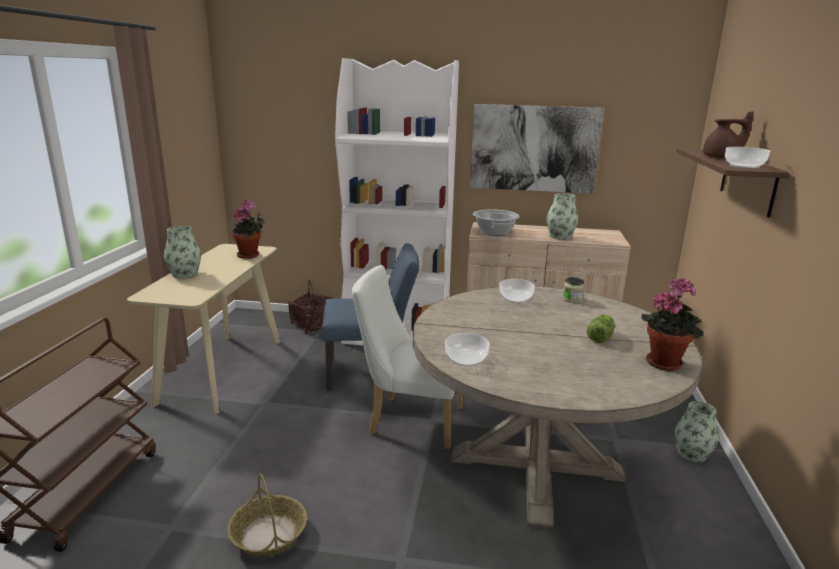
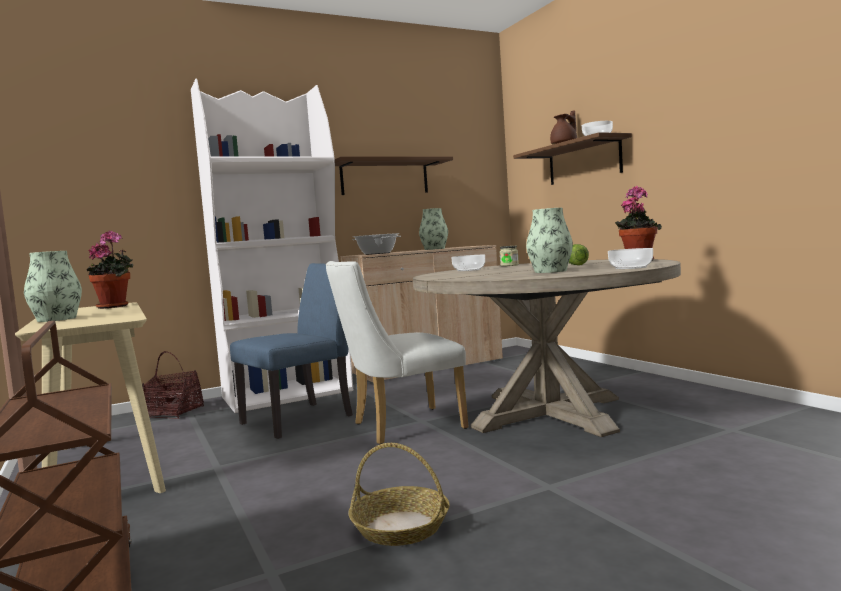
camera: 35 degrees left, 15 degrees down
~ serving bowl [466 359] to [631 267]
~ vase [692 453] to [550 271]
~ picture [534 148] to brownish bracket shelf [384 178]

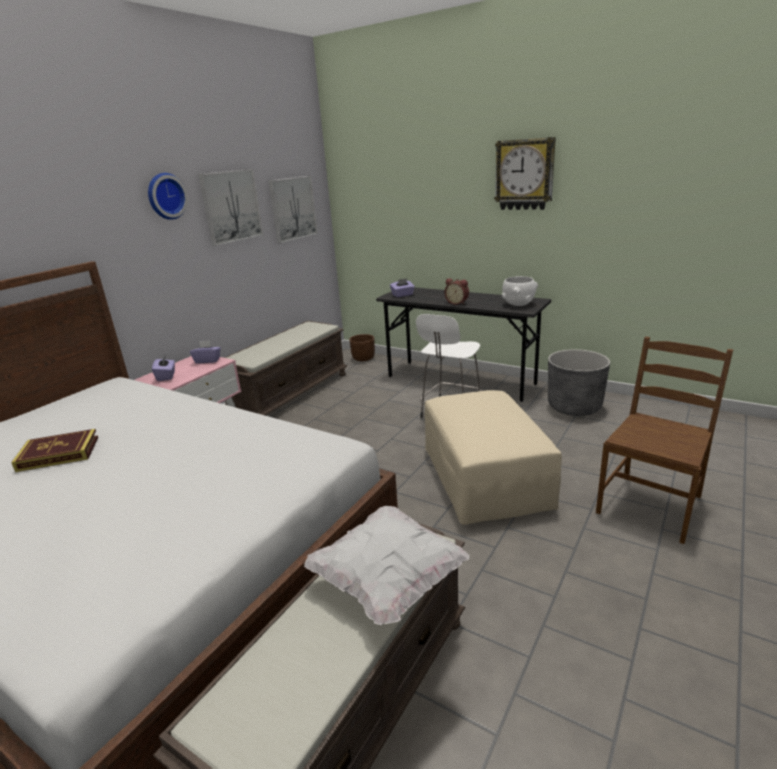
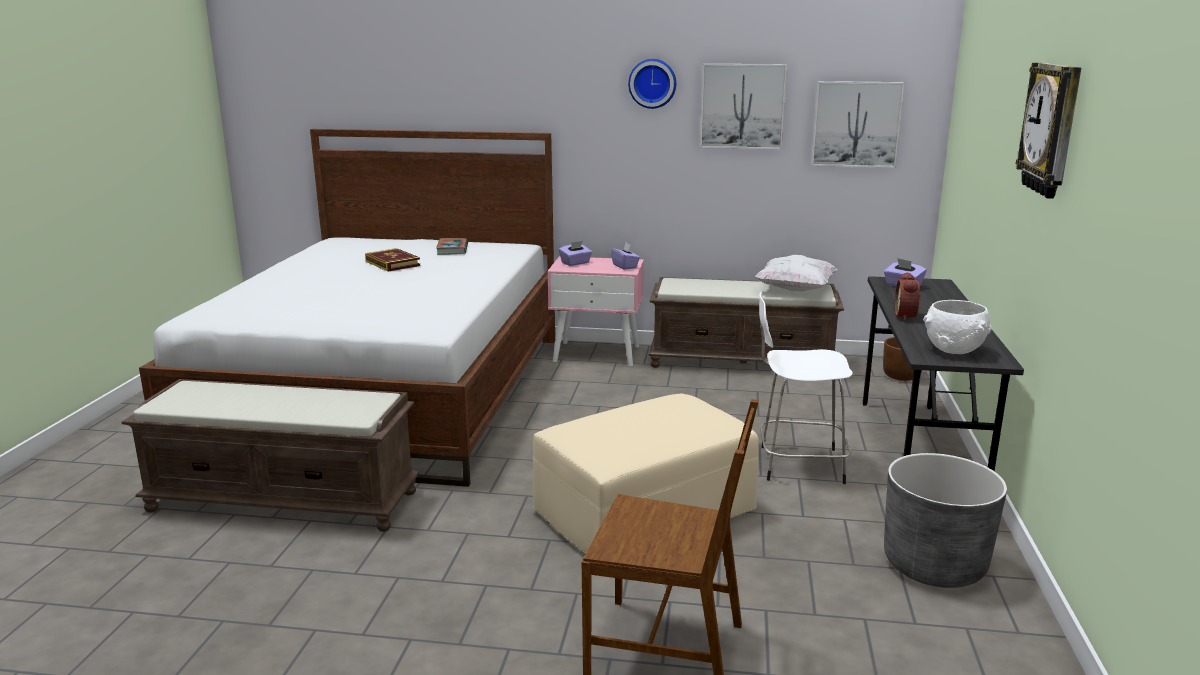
camera: 65 degrees right, 5 degrees down
+ volume [452 249]
~ white pillow [388 582] to [795 290]

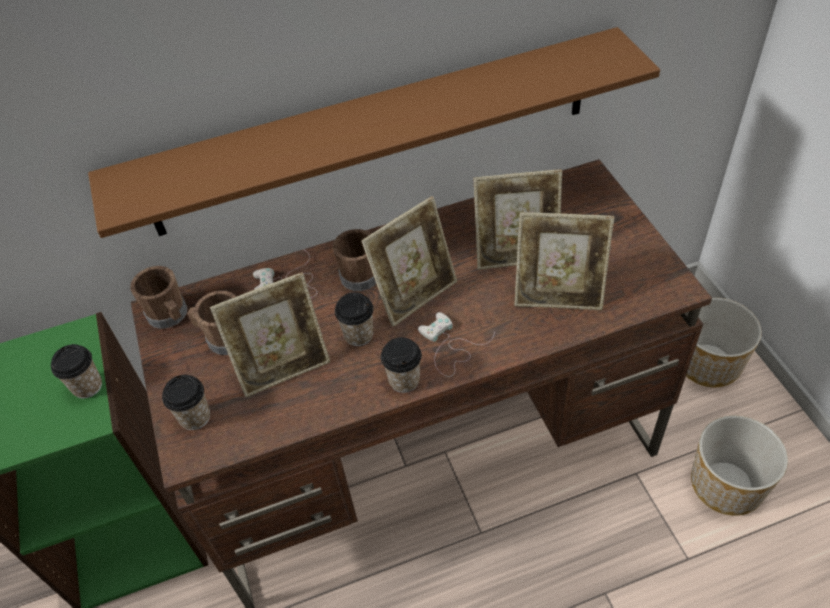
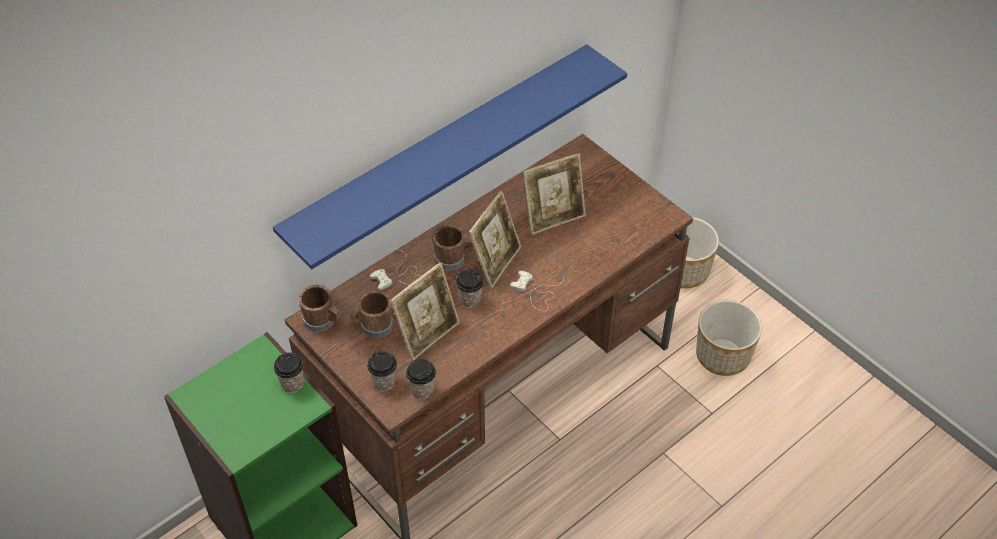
camera: 25 degrees left, 0 degrees up
- standing frame [558 295]
~ small cup [404 380] to [422 390]
~ brownish bracket shelf [373 134] to blue bracket shelf [441 154]

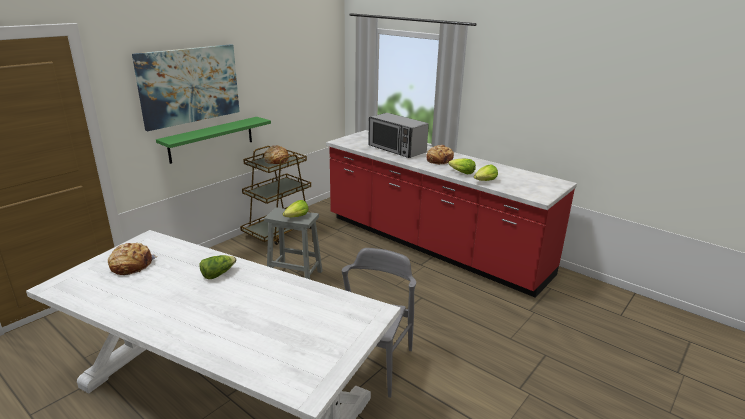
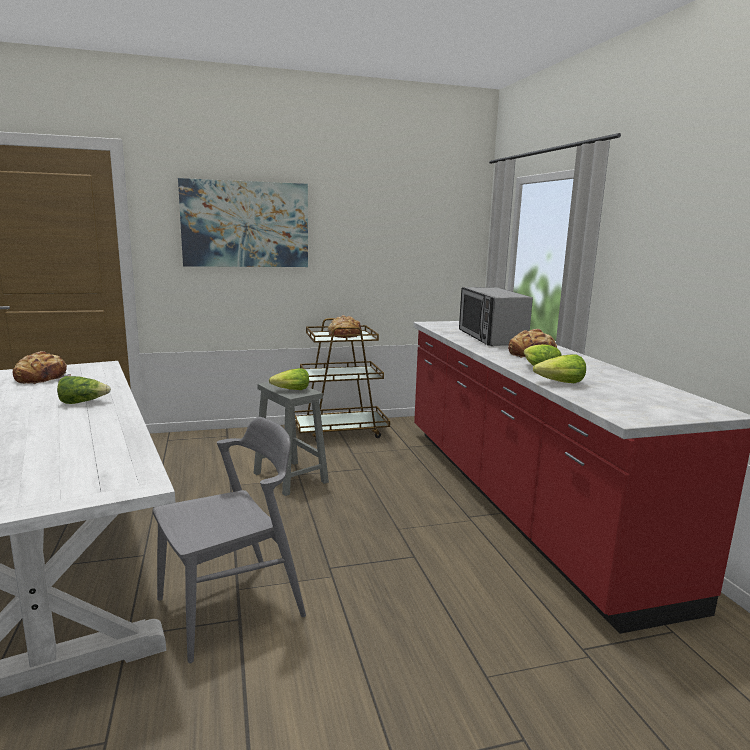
camera: 35 degrees right, 10 degrees down
- green-coloured bracket shelf [211 139]

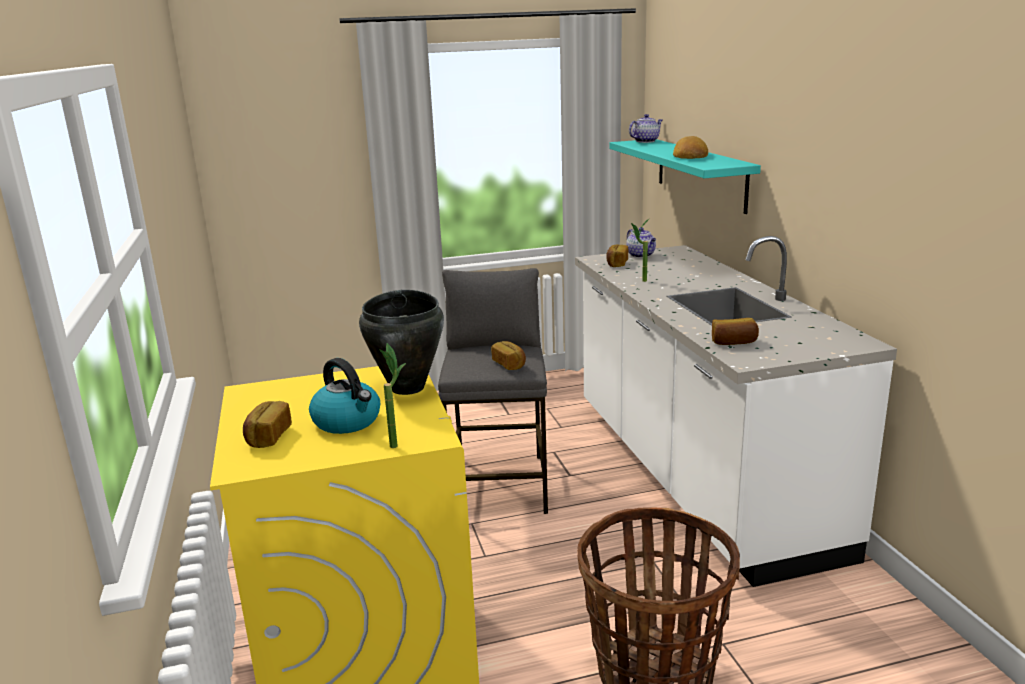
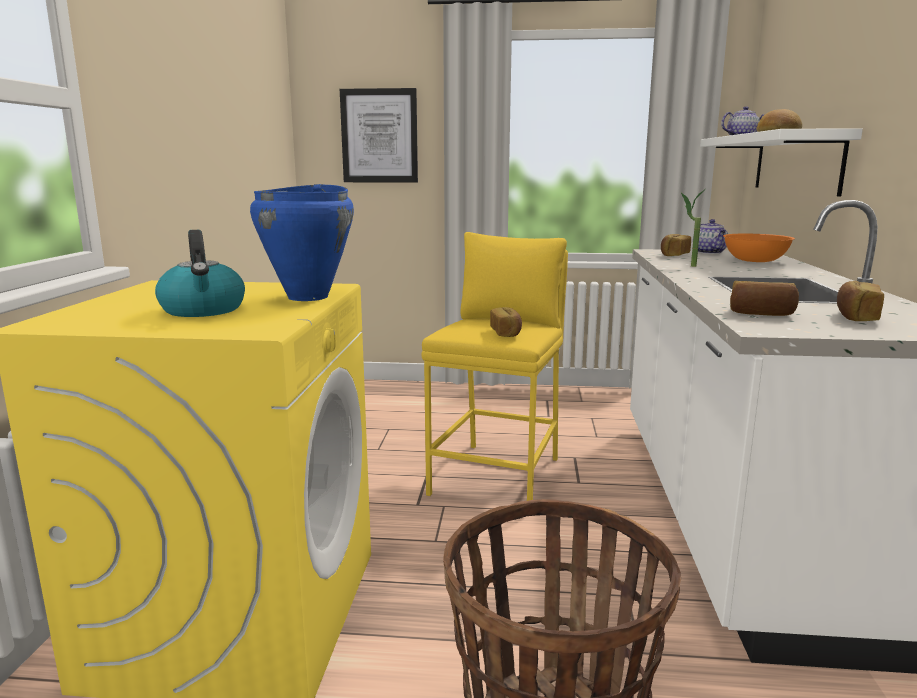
camera: 20 degrees right, 5 degrees down
- plant in a pot [396 442]
+ picture [379 136]
+ orangey serving bowl [754 261]
~ bread [267 437] to [855 317]
~ black saucepot [408 387] to blue saucepot [309 297]
~ gray stool seat [500 484] to yellow-coloured stool seat [498 476]
~ turquoise-coloured bracket shelf [700 173] to white bracket shelf [796 163]

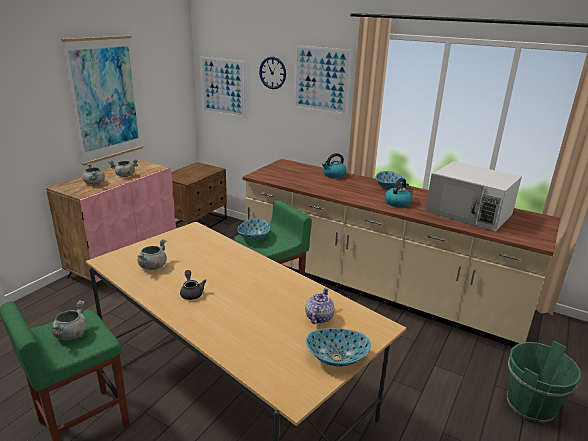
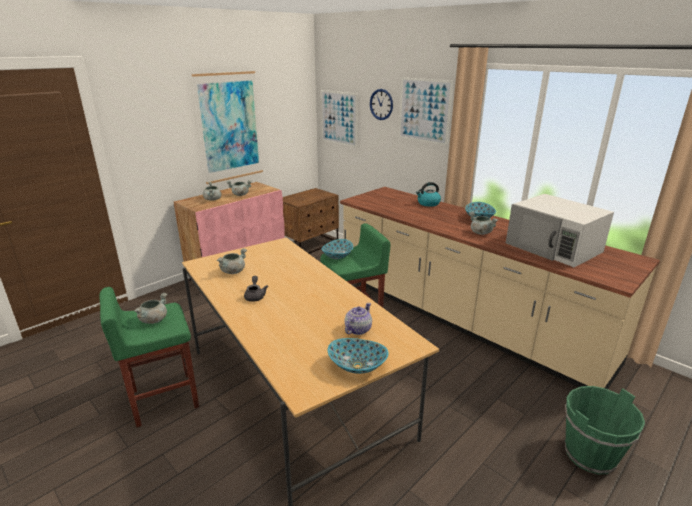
camera: 15 degrees right, 0 degrees up
~ kettle [397 202] to gray saucepot [480 233]

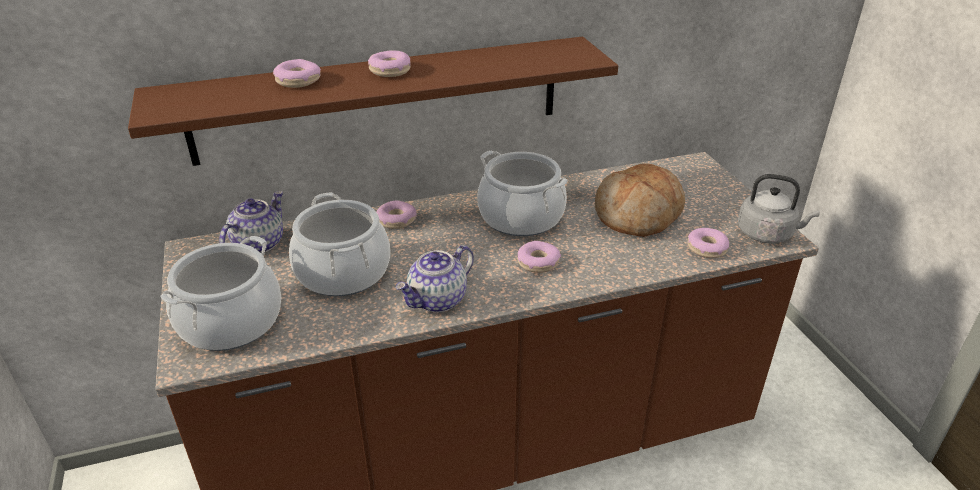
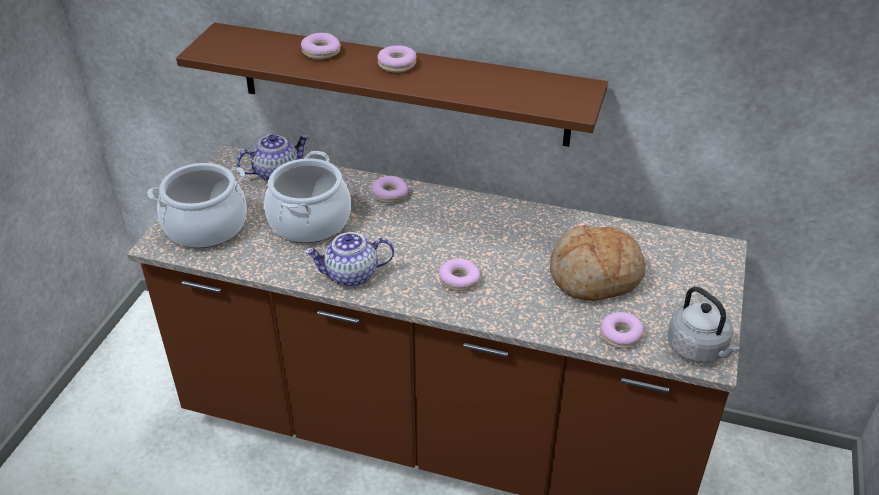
camera: 35 degrees right, 5 degrees up
- saucepot [521 217]

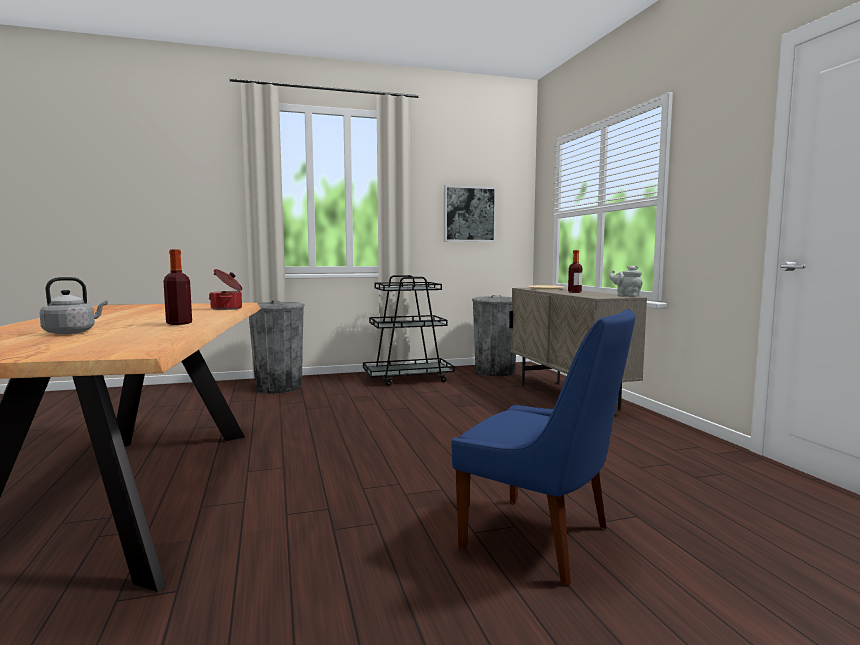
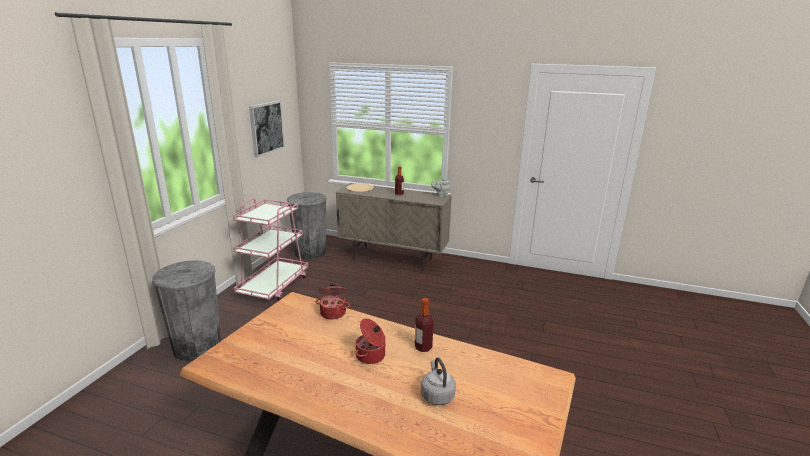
camera: 55 degrees left, 15 degrees up
- blue upright chair [542 539]
+ saucepot [371 356]
~ black wheeled cart [408 379] to pink wheeled cart [274 285]

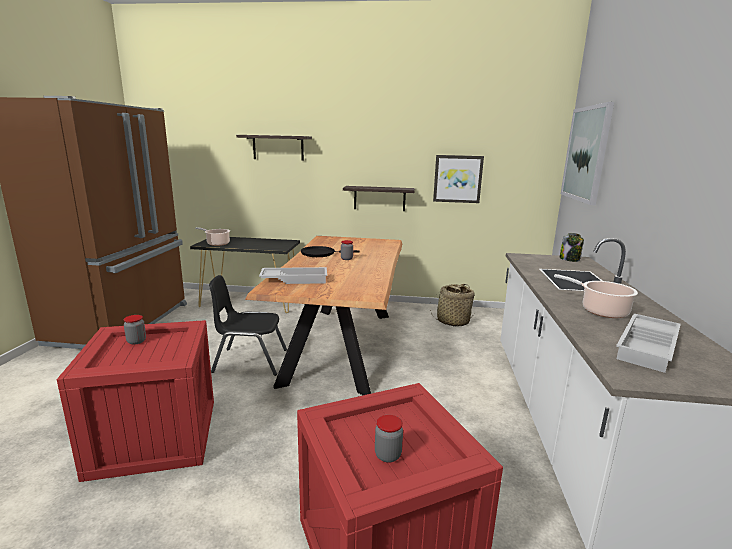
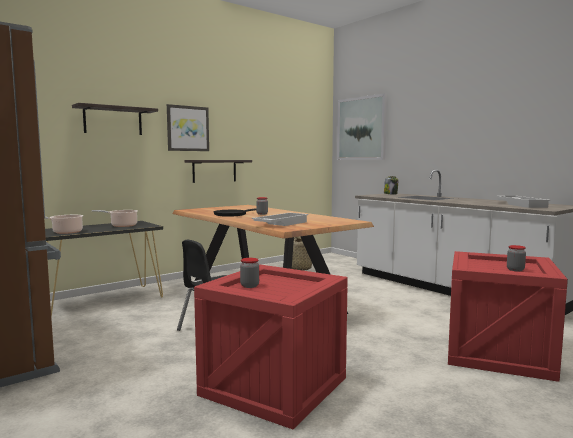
camera: 45 degrees left, 10 degrees down
~ picture [457 179] to [187 128]
~ saucepot [601 311] to [122 225]

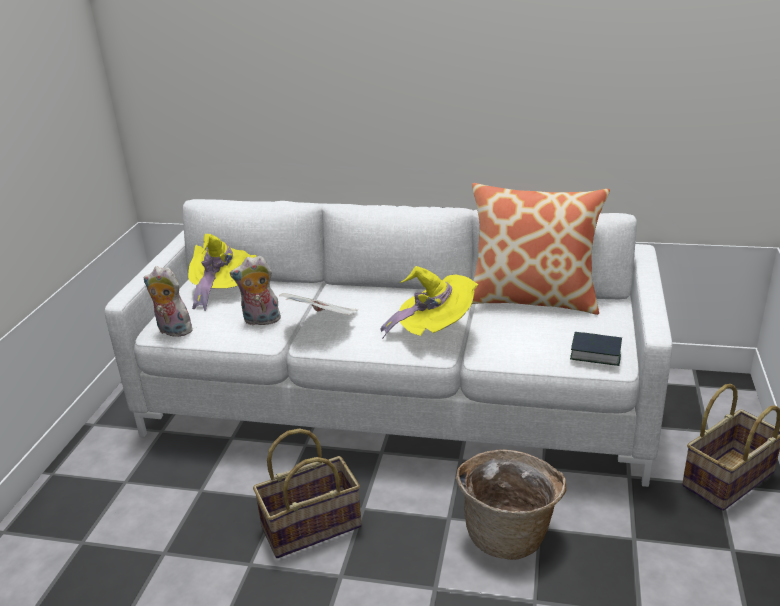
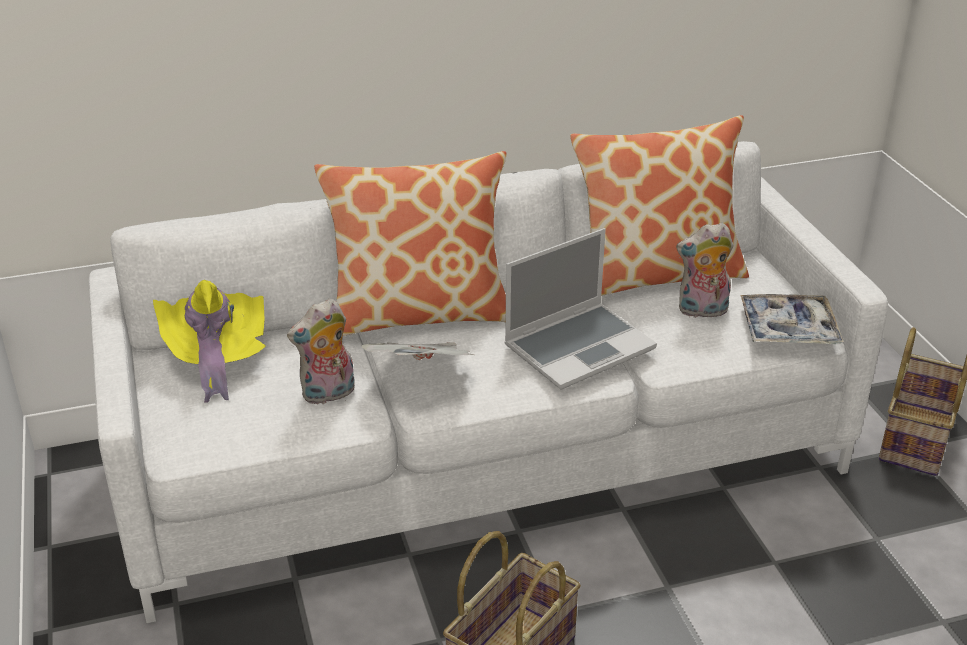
camera: 30 degrees left, 5 degrees up
- basket [509 533]
+ pillow [419 313]
~ cuddly toy [172 331] to [702 311]
~ yellow-coloured wearable hat [435 330] to portable computer [579 346]
~ volume [595 353] to carrying tray [788 329]

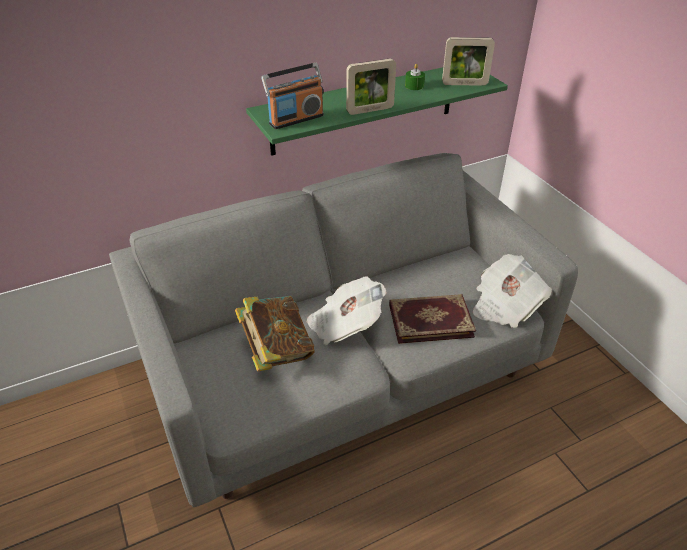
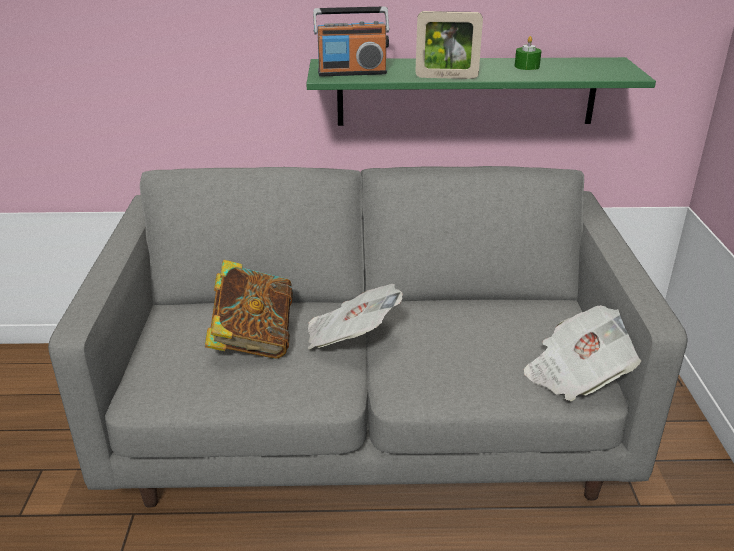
camera: 25 degrees right, 10 degrees down
- volume [430 320]
- standing frame [464 84]

